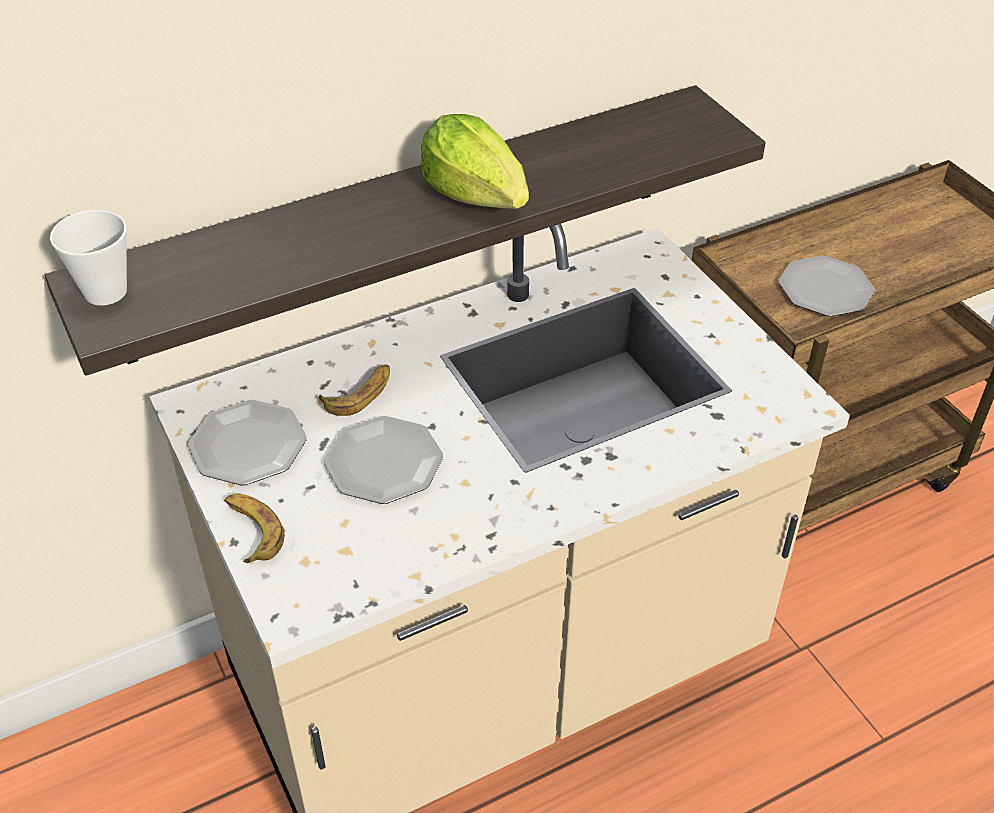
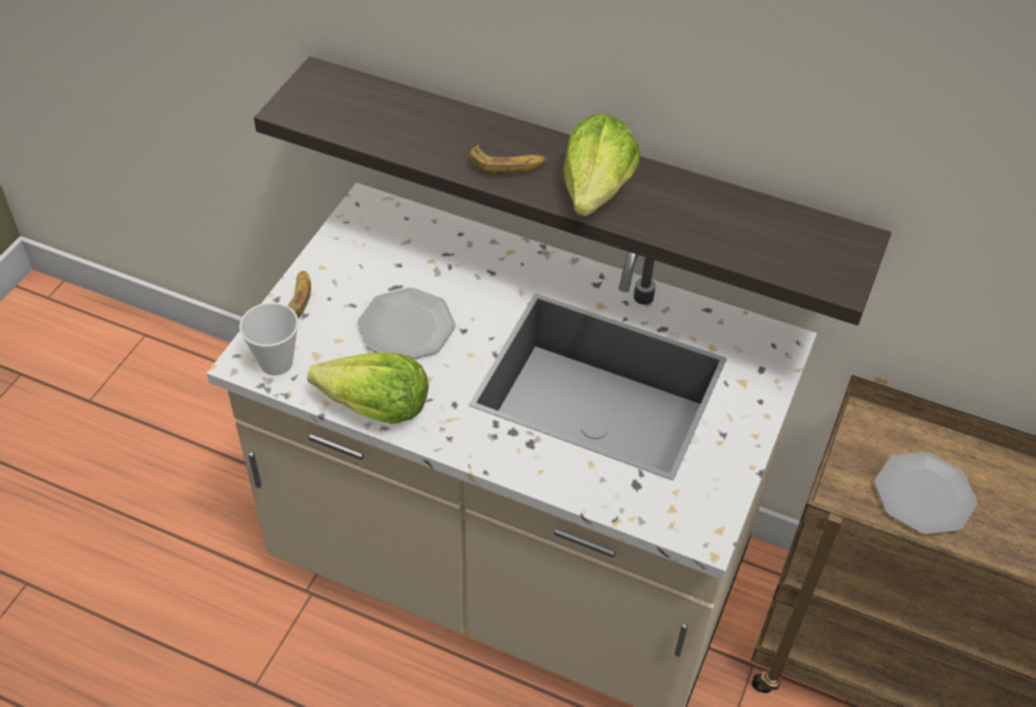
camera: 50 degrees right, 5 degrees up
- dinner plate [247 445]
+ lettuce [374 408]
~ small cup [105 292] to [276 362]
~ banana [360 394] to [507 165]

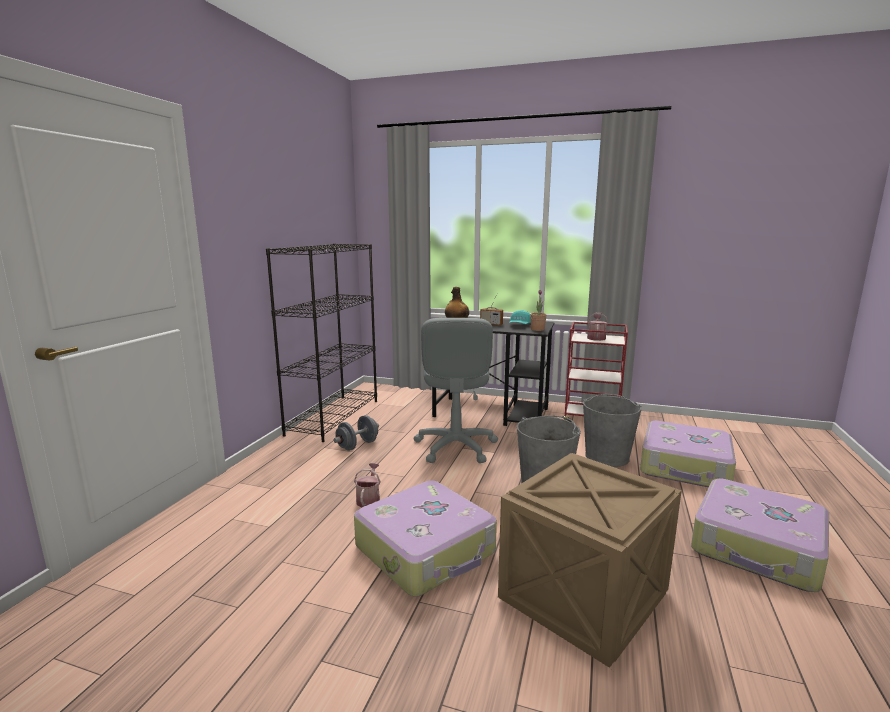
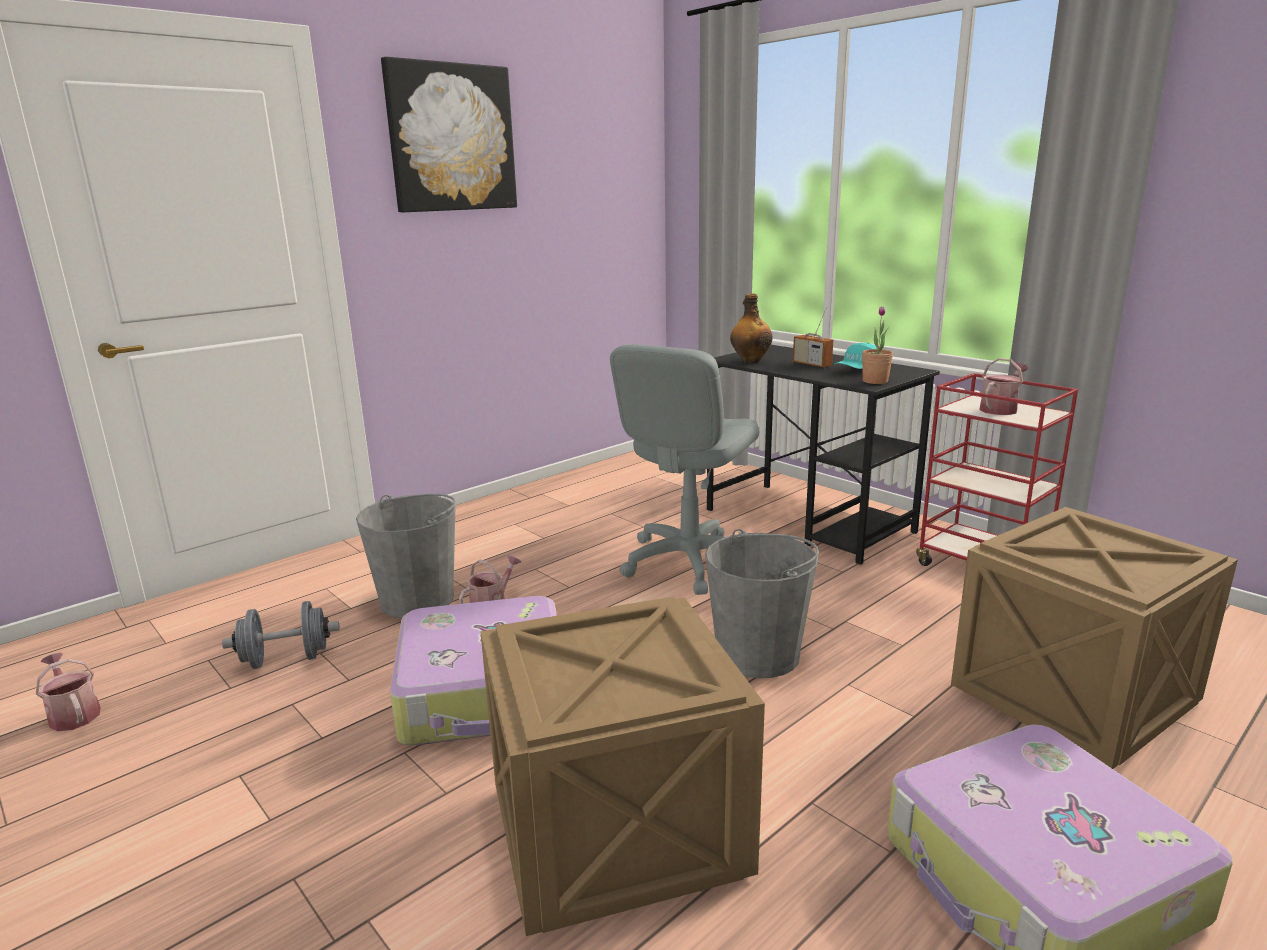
camera: 30 degrees right, 5 degrees up
- black bookcase [334 417]
+ sprinkling can [73 714]
+ picture [451 138]
~ gray dumbbell [357 445] to [286 659]
~ gray water bucket [607 456] to [418 600]
~ piece of luggage [685 467] to shipping crate [1075 695]

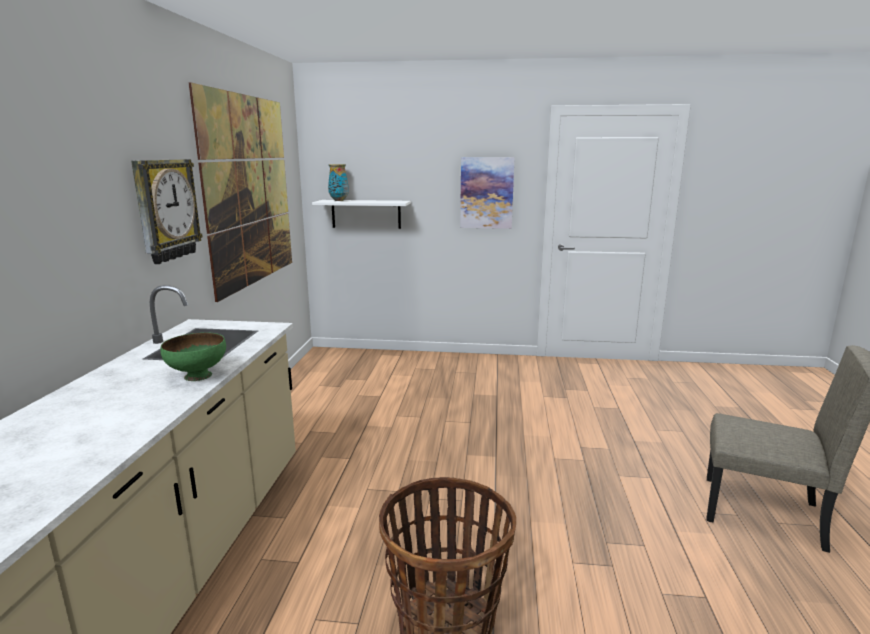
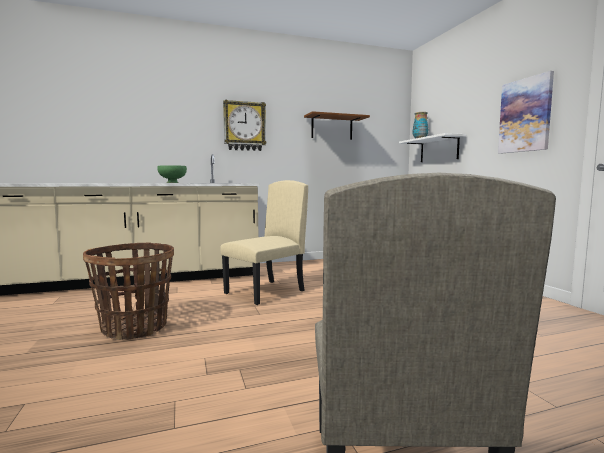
camera: 65 degrees right, 10 degrees down
+ beige-coloured upright chair [265 292]
~ picture [249 191] to brownish bracket shelf [332 128]

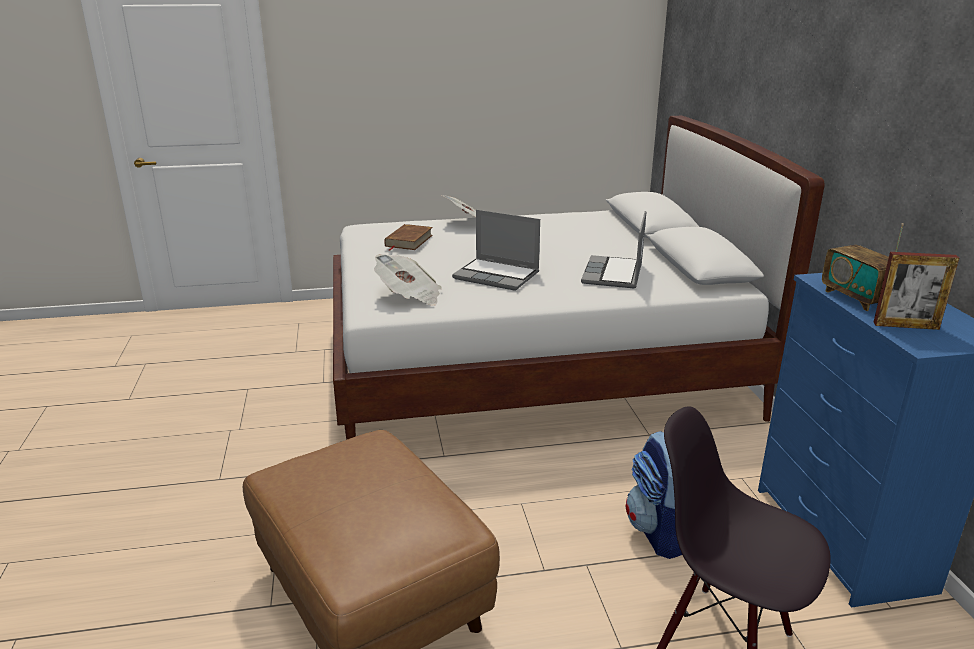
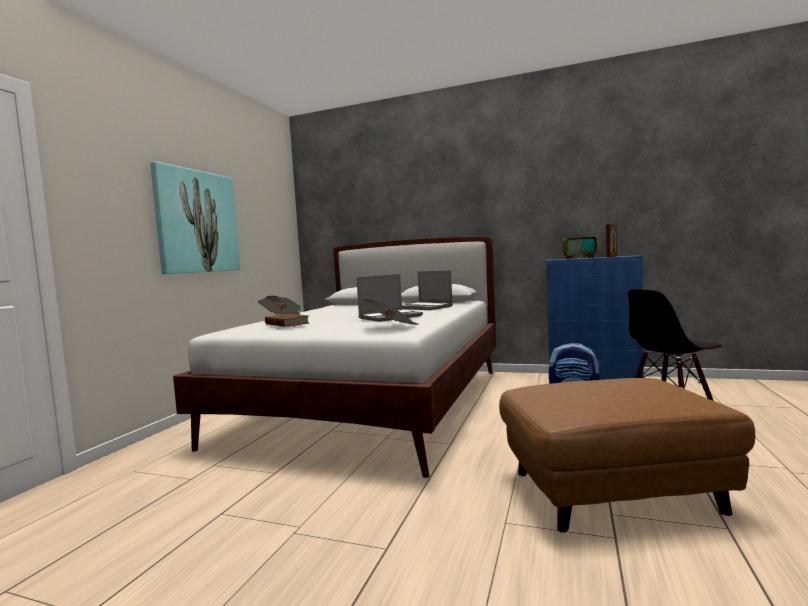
camera: 60 degrees left, 20 degrees down
+ picture [197 222]

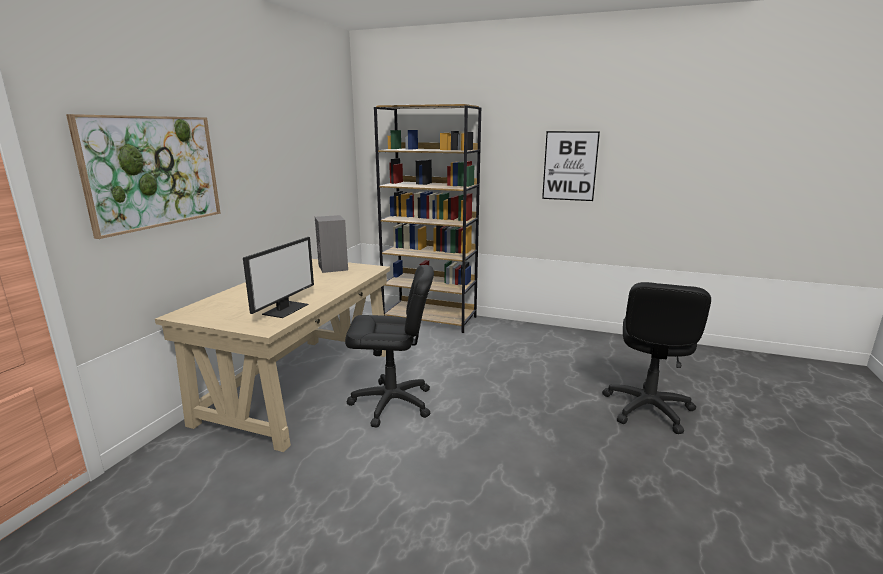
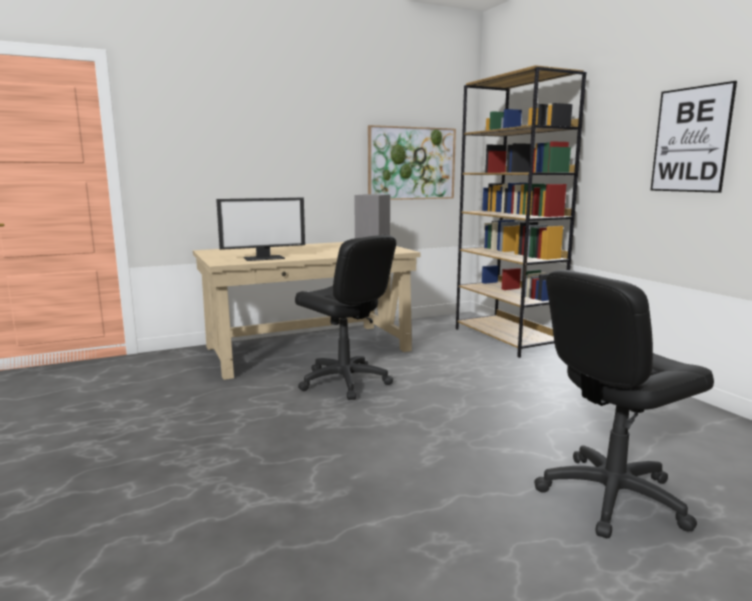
camera: 45 degrees right, 5 degrees down
~ picture [153 172] to [411 163]

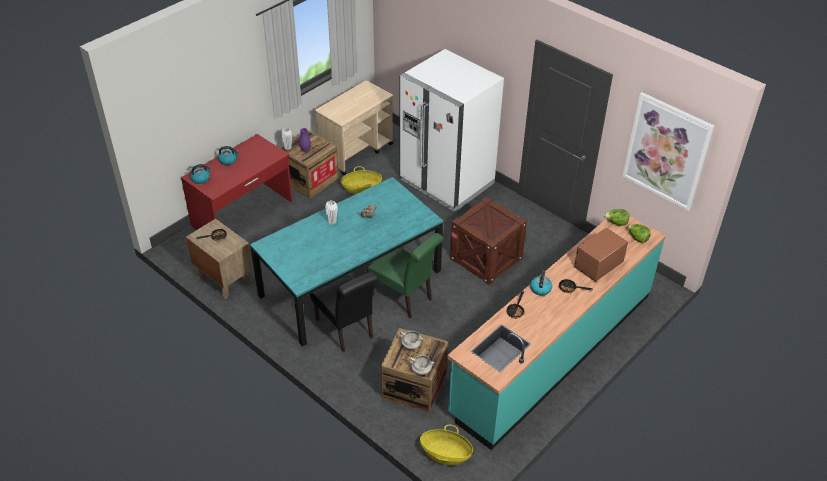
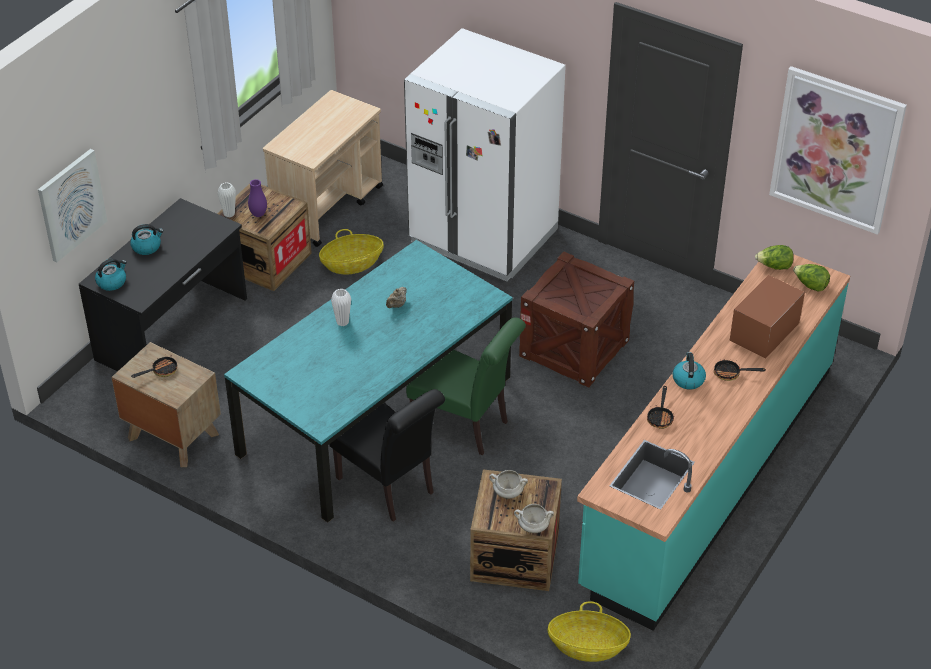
camera: 10 degrees left, 0 degrees up
+ picture [71 204]
~ red-coloured desk [243 214] to black desk [173 329]

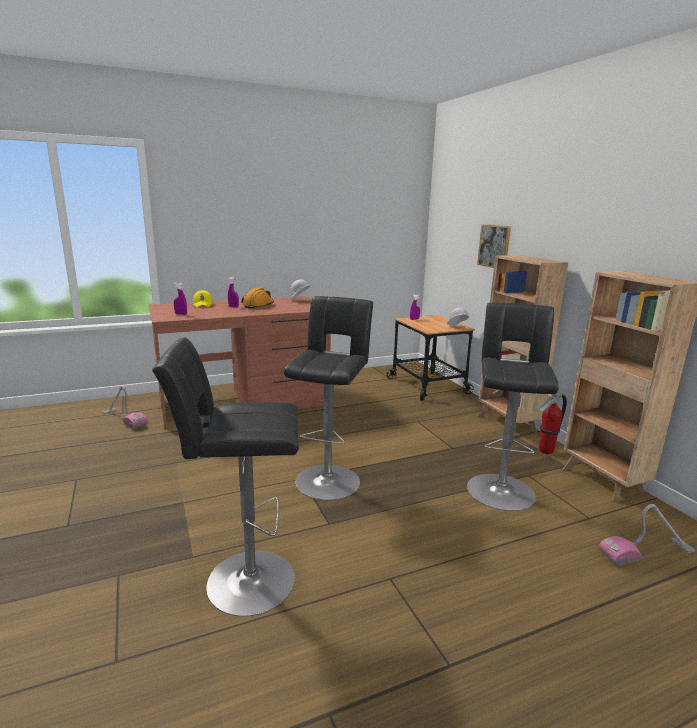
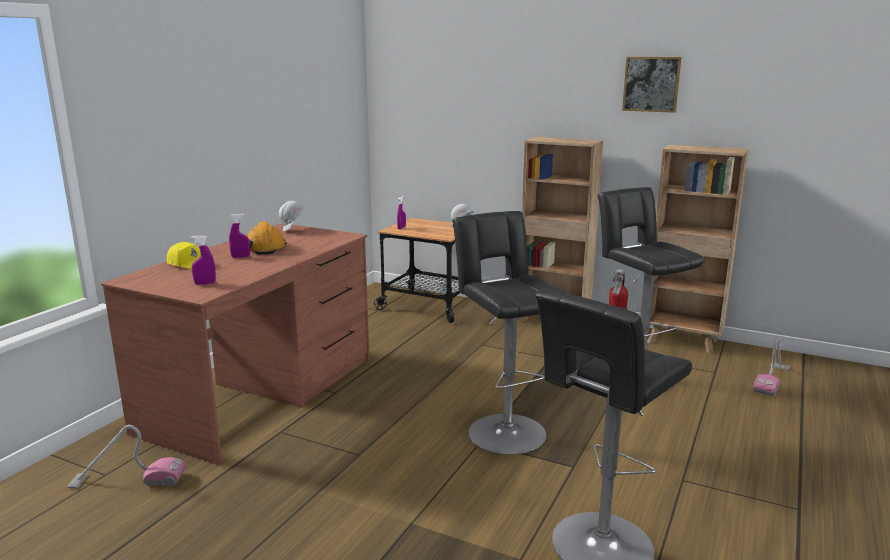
camera: 40 degrees left, 0 degrees up
~ picture [494 246] to [651 84]

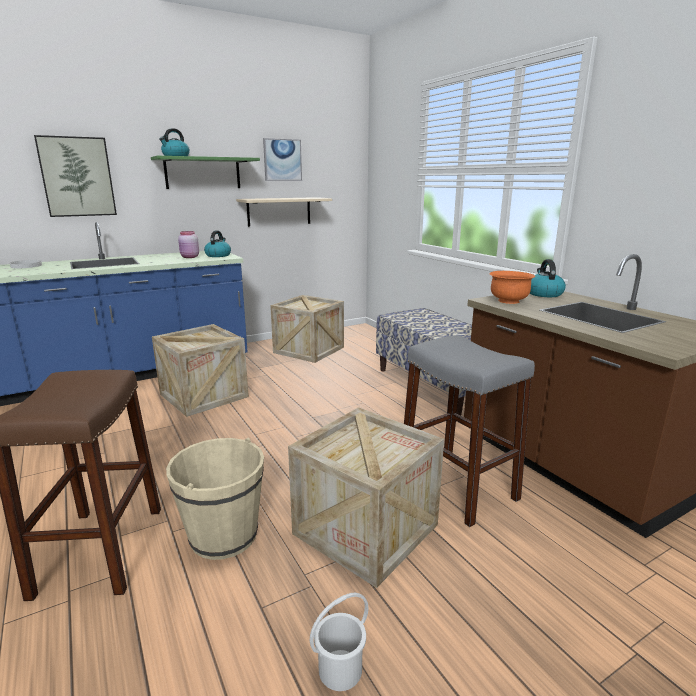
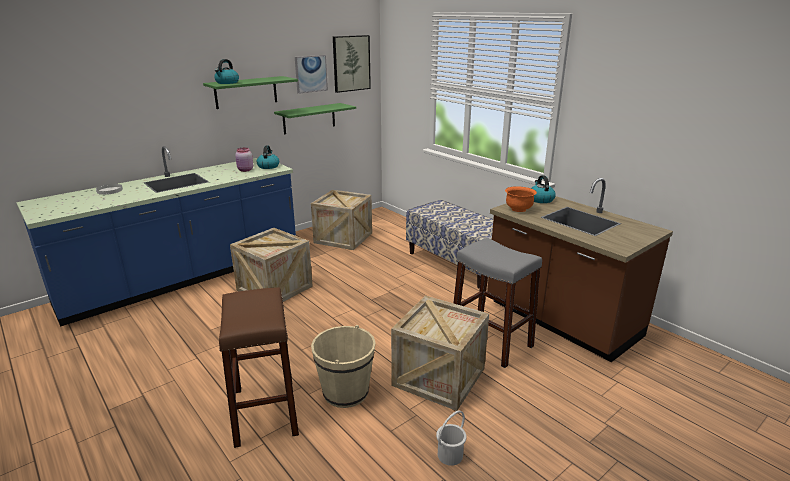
camera: 10 degrees left, 5 degrees up
~ picture [77 177] to [351 63]
~ beige-coloured bracket shelf [279 211] to green-coloured bracket shelf [309 118]

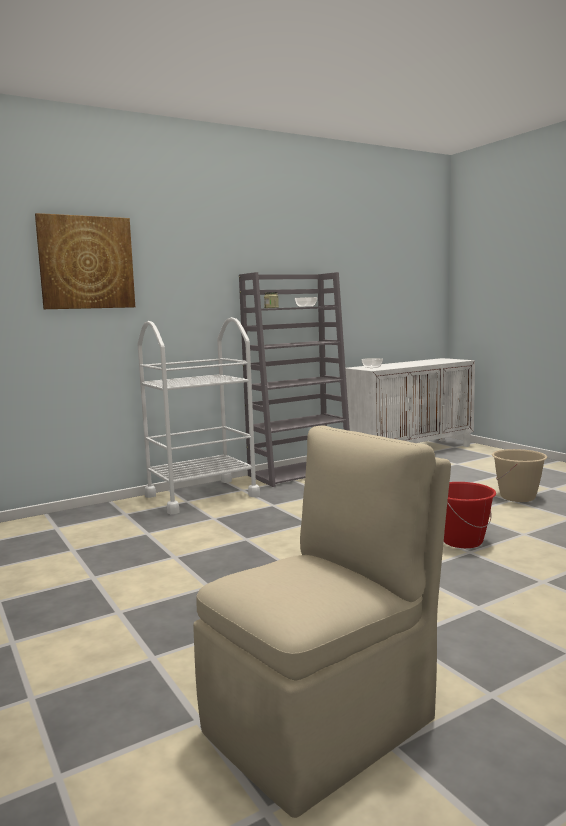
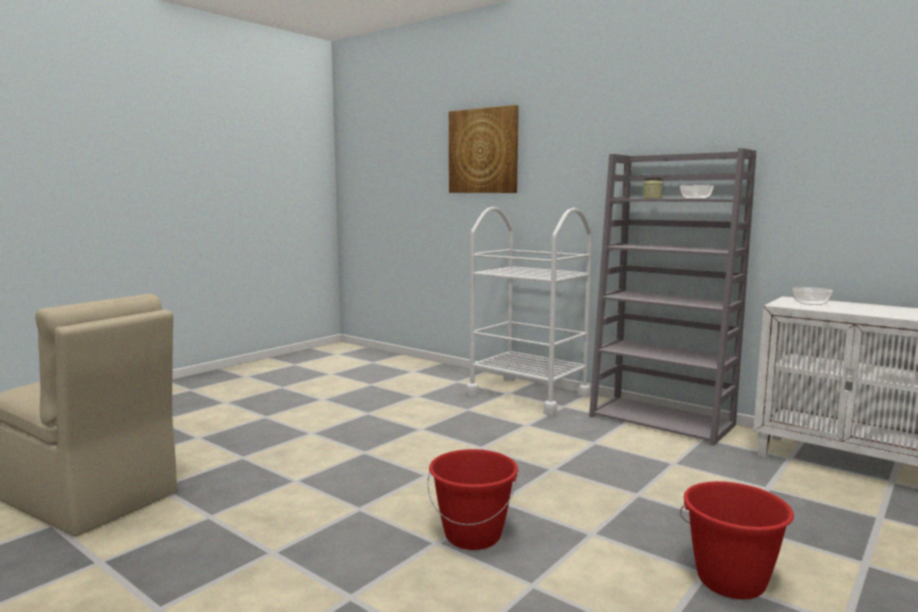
camera: 70 degrees right, 0 degrees up
~ beige-coloured water bucket [518 497] to red-coloured water bucket [731 581]

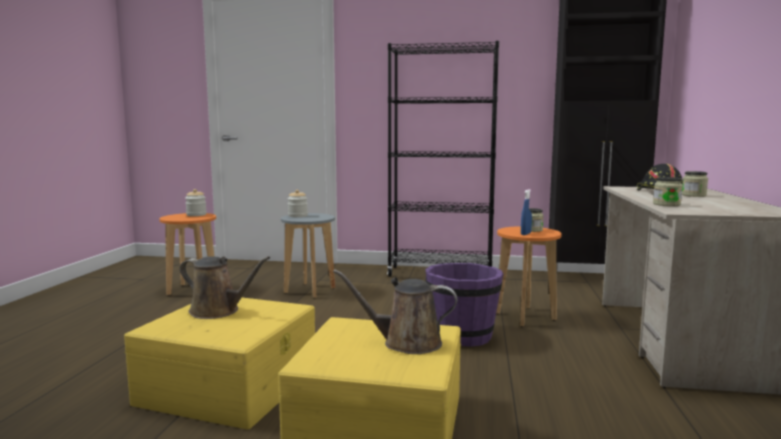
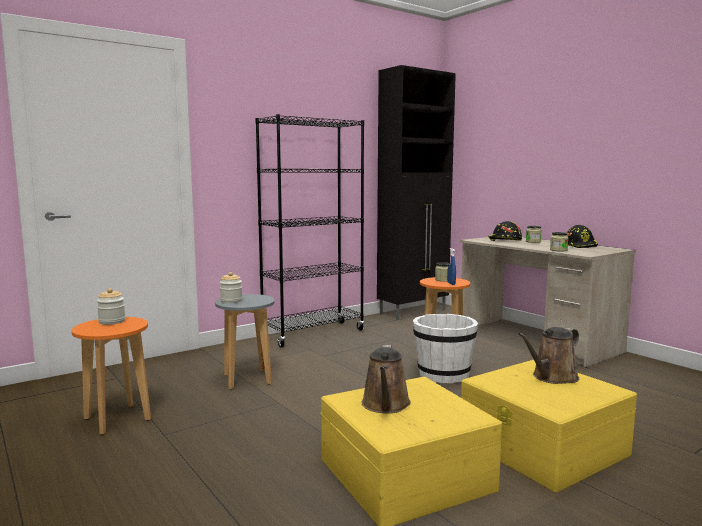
camera: 45 degrees left, 0 degrees up
+ black hard hat [581 246]
~ purple-coloured water bucket [462 335] to white water bucket [443 375]
~ brownish sprinkling can [218 311] = [385 405] 120 degrees clockwise

